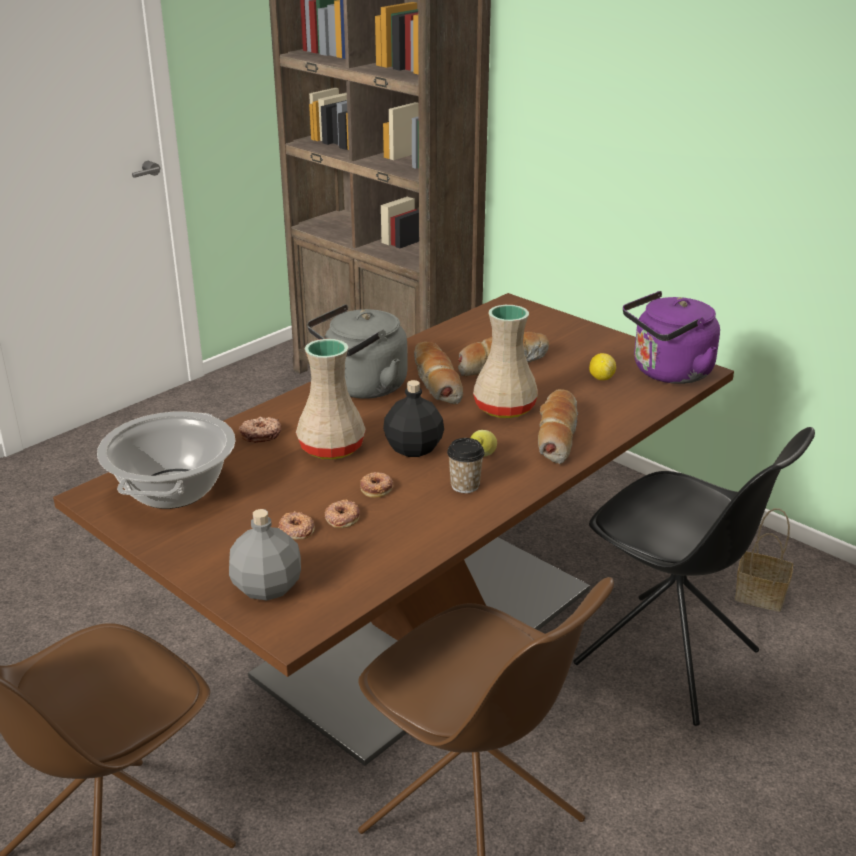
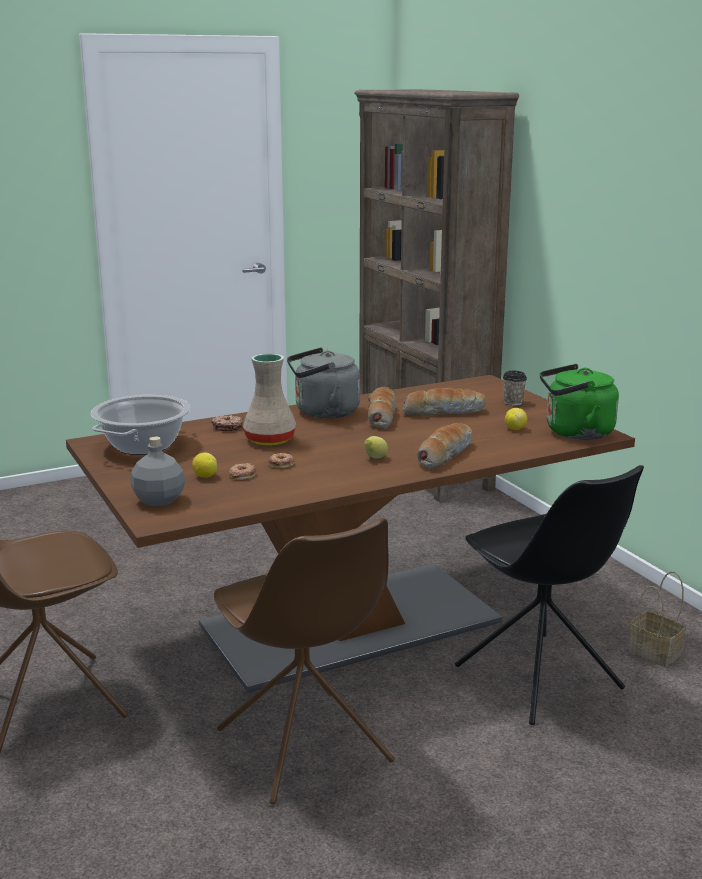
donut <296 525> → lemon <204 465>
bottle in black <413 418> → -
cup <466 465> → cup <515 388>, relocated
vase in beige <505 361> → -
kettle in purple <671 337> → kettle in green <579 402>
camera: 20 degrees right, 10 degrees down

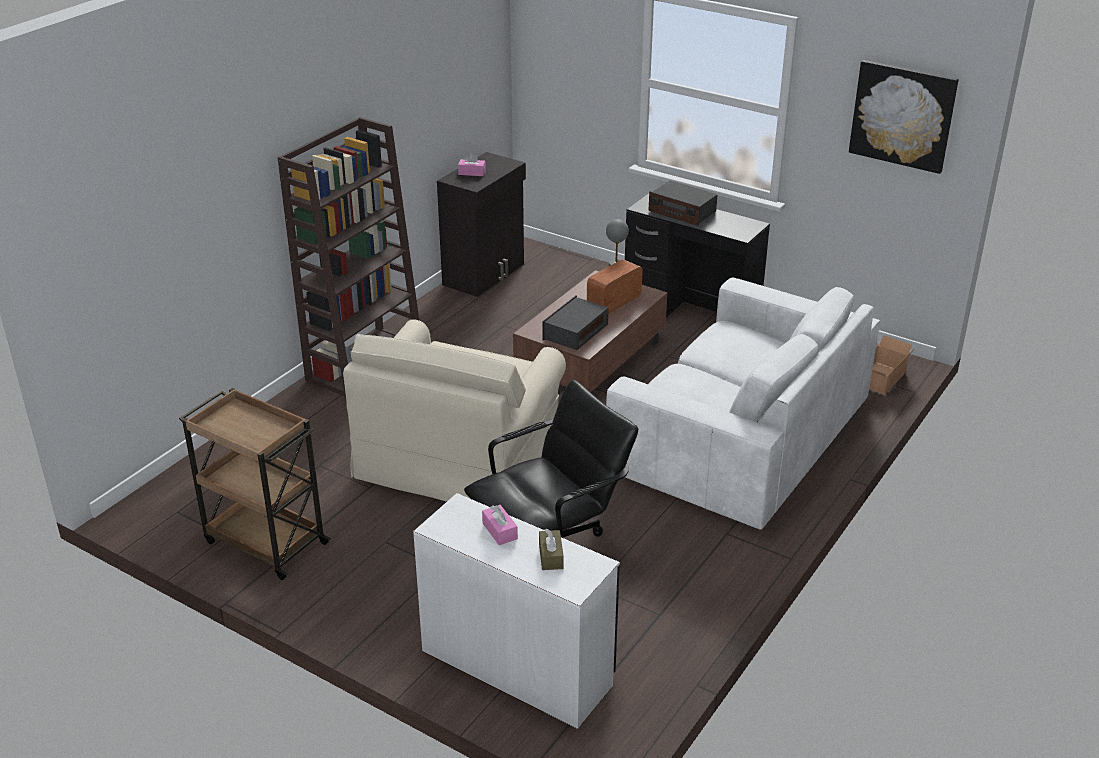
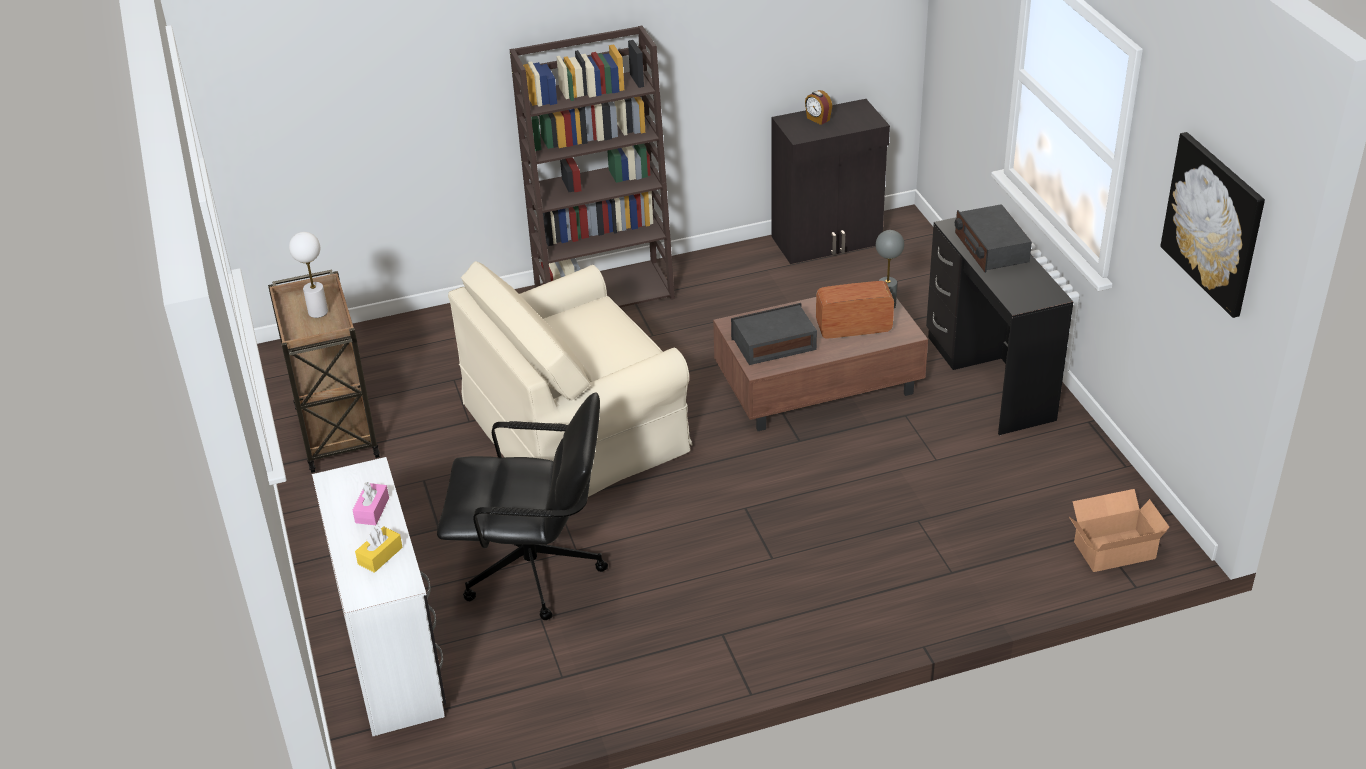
tissue box in pink <472 164> → alarm clock <818 107>
tissue box in brown <551 549> → tissue box in yellow <379 549>
sofa in white <743 404> → -
- → table lamp in white <308 275>
camera: 40 degrees right, 5 degrees up

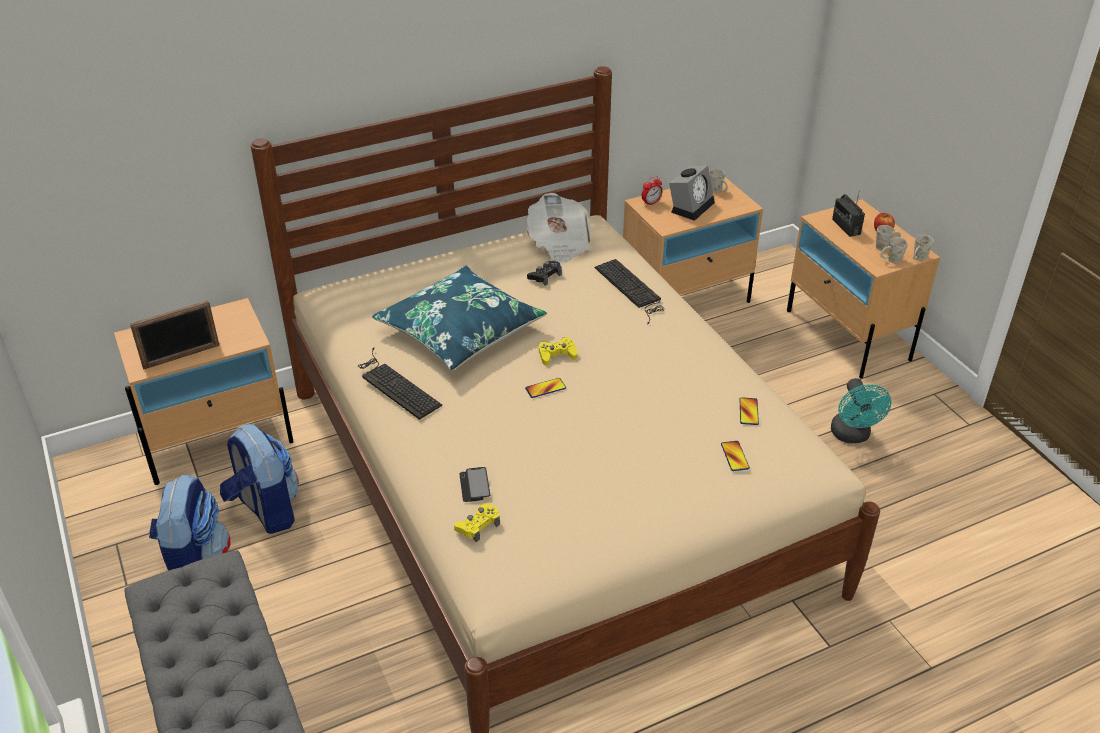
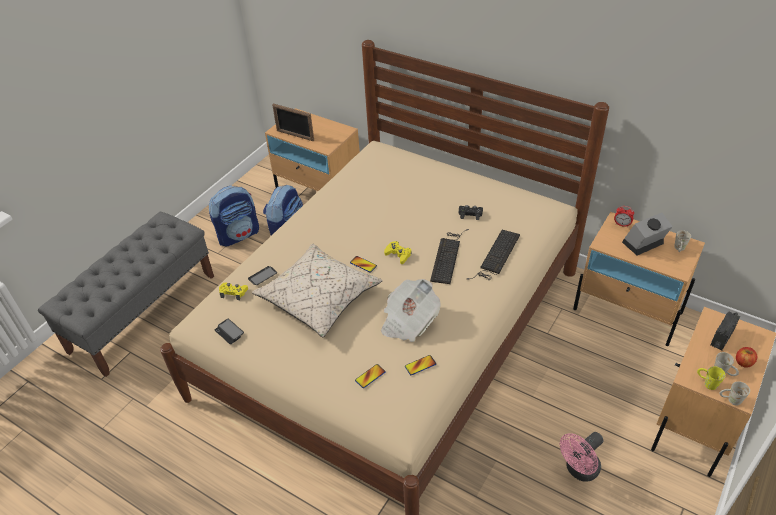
keyboard <400 383> → keyboard <449 256>, relocated
pillow in blue <459 318> → -
newspaper <559 228> → newspaper <410 310>, relocated
alarm clock <692 193> → alarm clock <647 234>, 150 degrees clockwise
fan in turquoise <861 410> → fan in pink <581 457>
mug in white <894 250> → mug in yellow <711 378>
- → phone <229 331>
- → pillow in beige <317 290>
camera: 60 degrees right, 5 degrees up

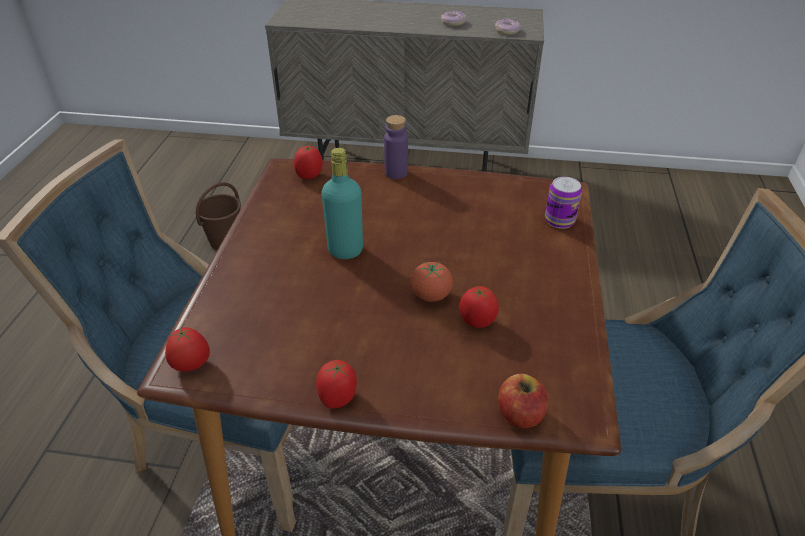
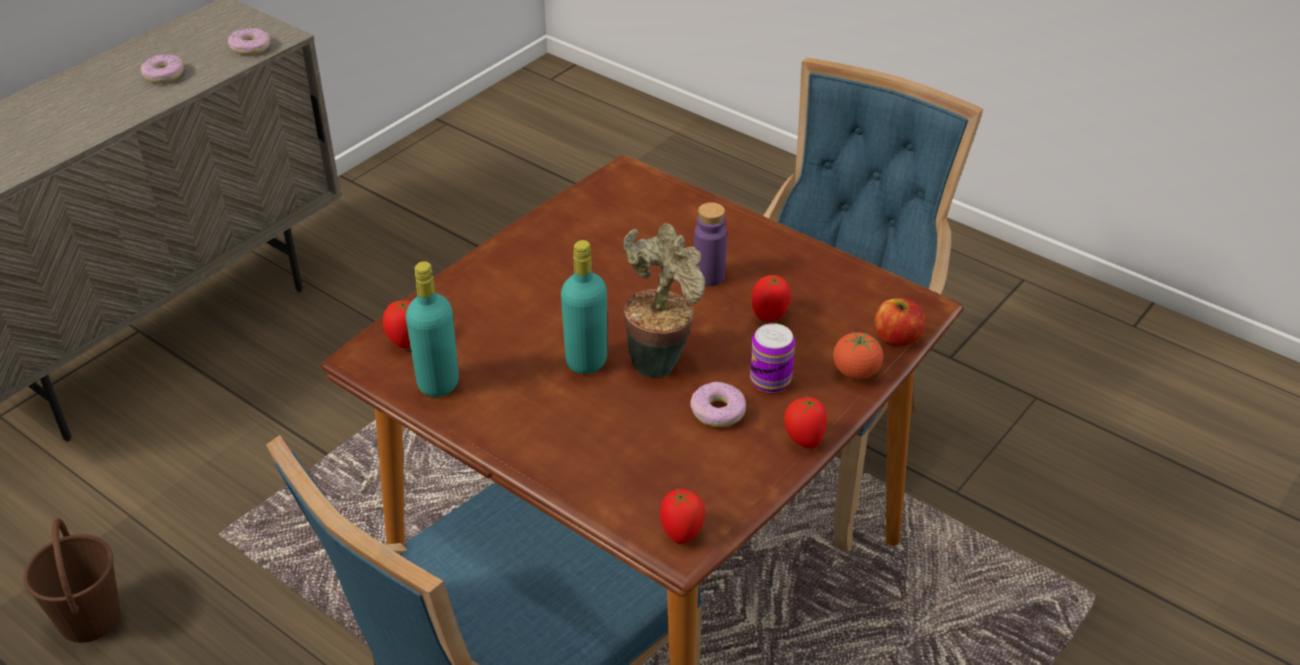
bottle in purple <396 147> → bottle in purple <710 244>, relocated
tomato <432 282> → tomato <858 356>, relocated
can <563 203> → can <772 358>, relocated
- → bottle in turquoise <432 329>
- → potted plant <664 300>
- → donut <718 404>
camera: 60 degrees left, 0 degrees up

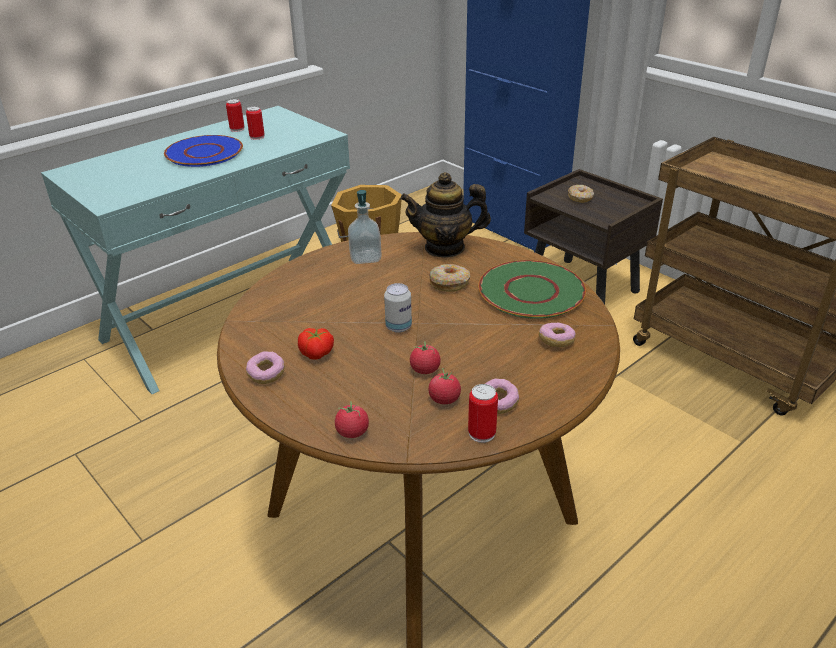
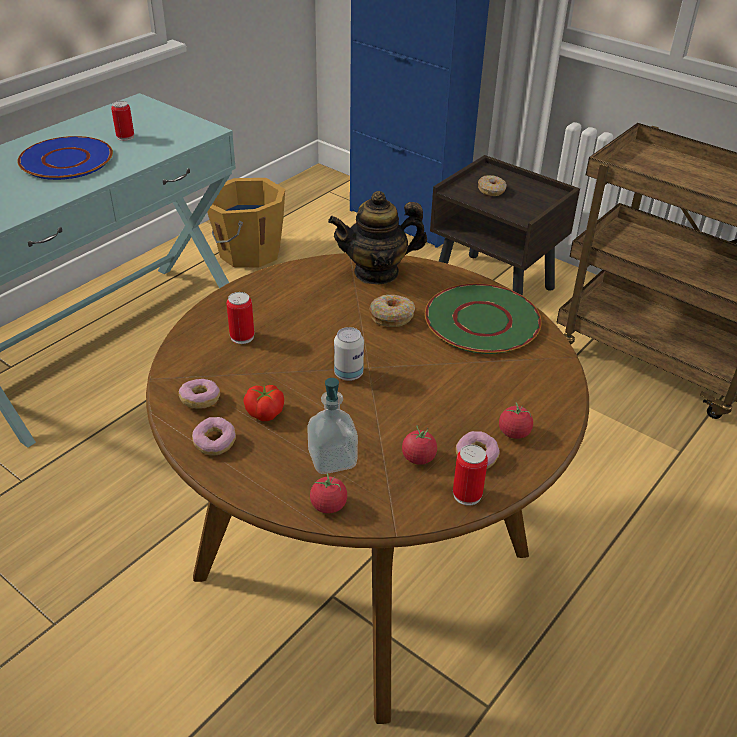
can <235 115> → can <240 318>, relocated
soap dispenser <365 227> → soap dispenser <332 426>, relocated
tomato <425 357> → tomato <516 421>, relocated
donut <557 335> → donut <199 394>, relocated
camera: 10 degrees left, 5 degrees up

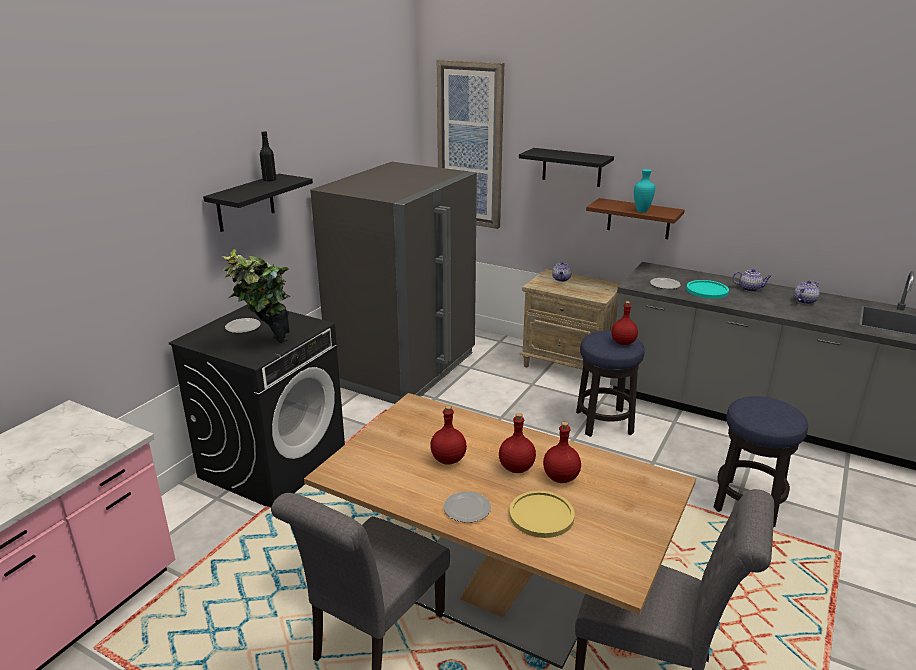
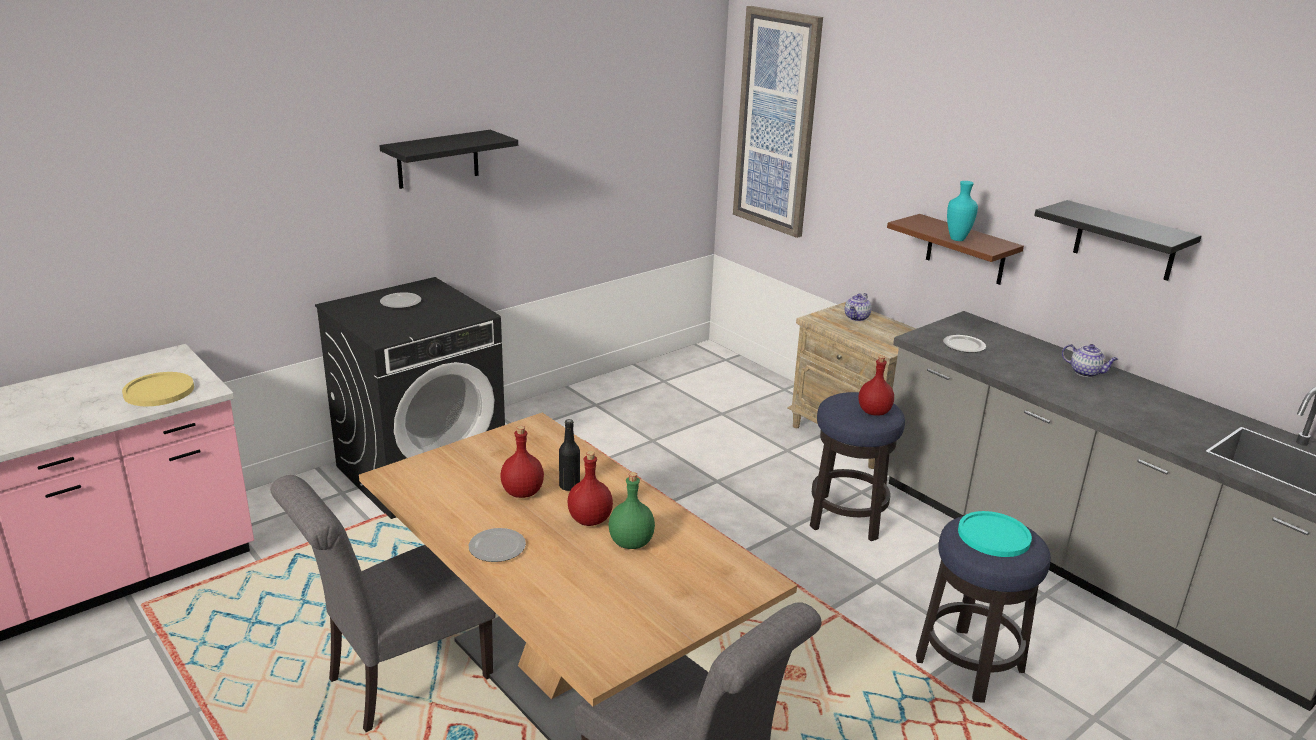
potted plant <255 296> → -
bottle in black <268 156> → bottle in black <569 455>, relocated
fridge in grey <393 283> → -
plate in yellow <542 514> → plate in yellow <158 389>, relocated
shelf in black <566 167> → shelf in black <1118 240>, relocated
bottle in red <562 452> → bottle in green <631 510>
plate in turquoise <707 289> → plate in turquoise <995 534>, relocated
teapot <807 292> → -
camera: 20 degrees right, 0 degrees up

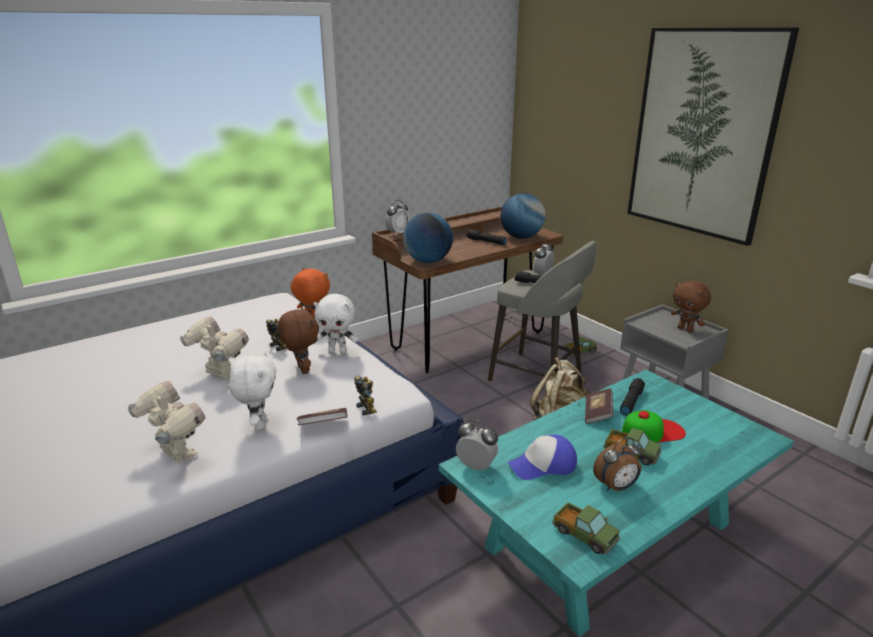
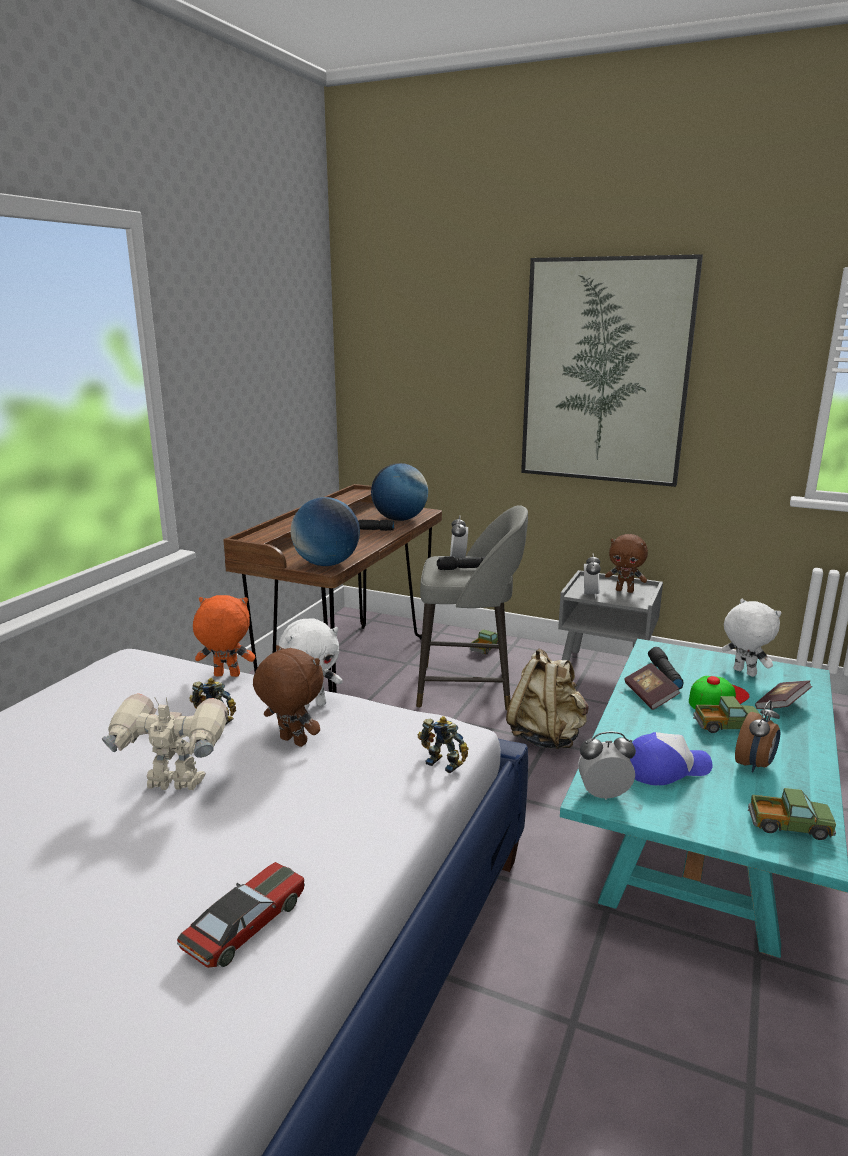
toy robot <166 422> → toy car <241 915>
plush toy in white <252 391> → plush toy in white <752 638>, relocated
book <321 416> → book <783 694>, relocated
alarm clock <397 218> → alarm clock <592 576>, relocated
cap <542 457> → cap <671 758>, 150 degrees counterclockwise
camera: 30 degrees left, 5 degrees down

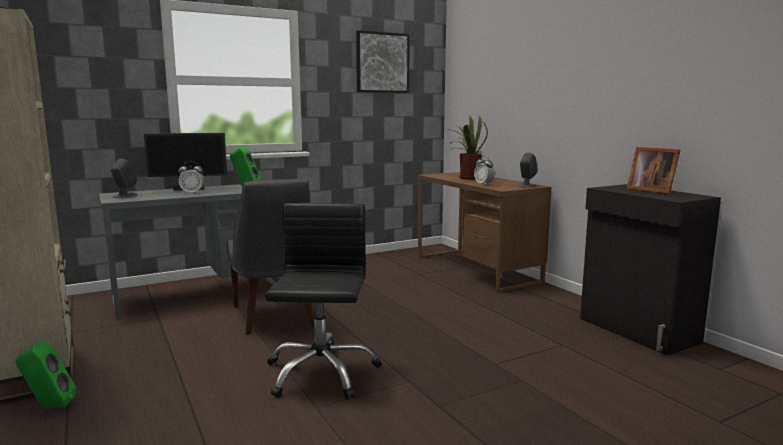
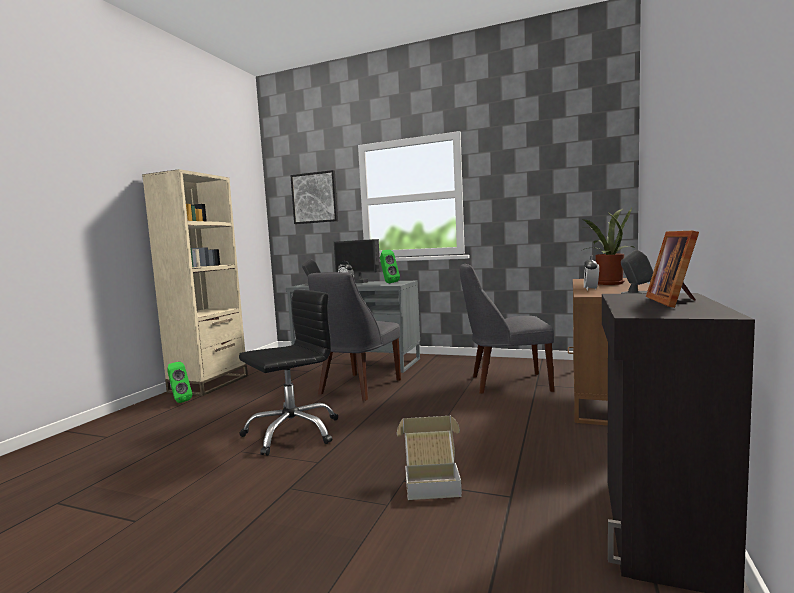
picture <383 61> → picture <314 197>, relocated
- → cardboard box <429 458>
- → chair in grey <507 329>
camera: 50 degrees right, 5 degrees down

